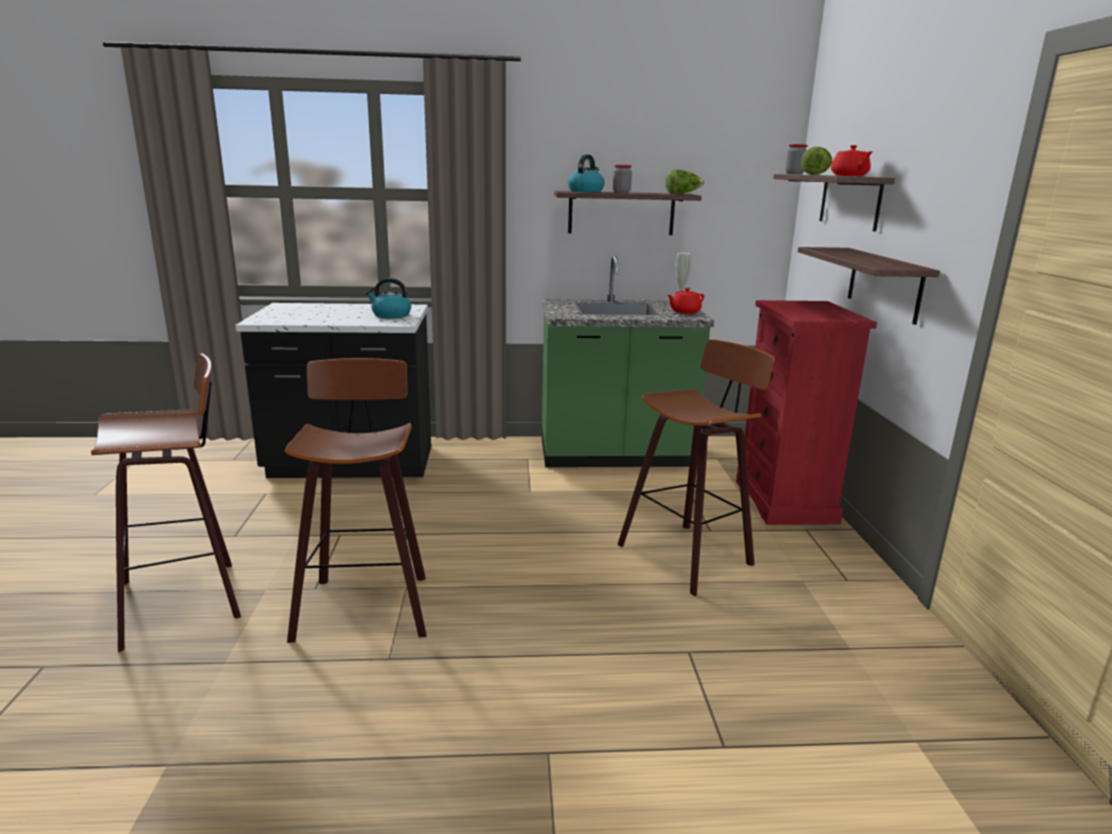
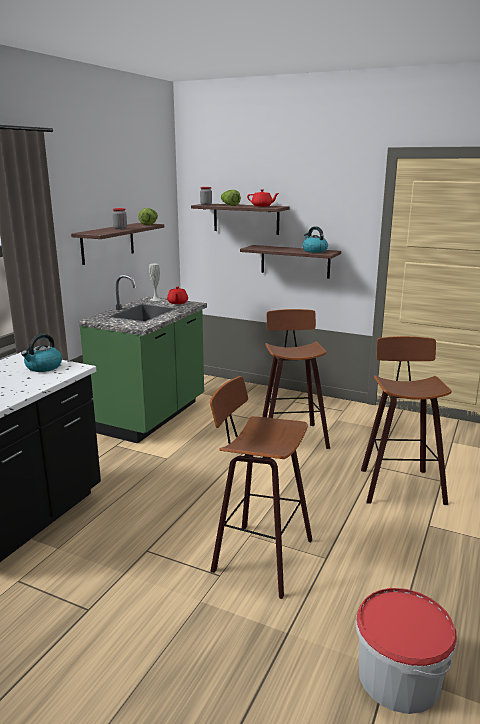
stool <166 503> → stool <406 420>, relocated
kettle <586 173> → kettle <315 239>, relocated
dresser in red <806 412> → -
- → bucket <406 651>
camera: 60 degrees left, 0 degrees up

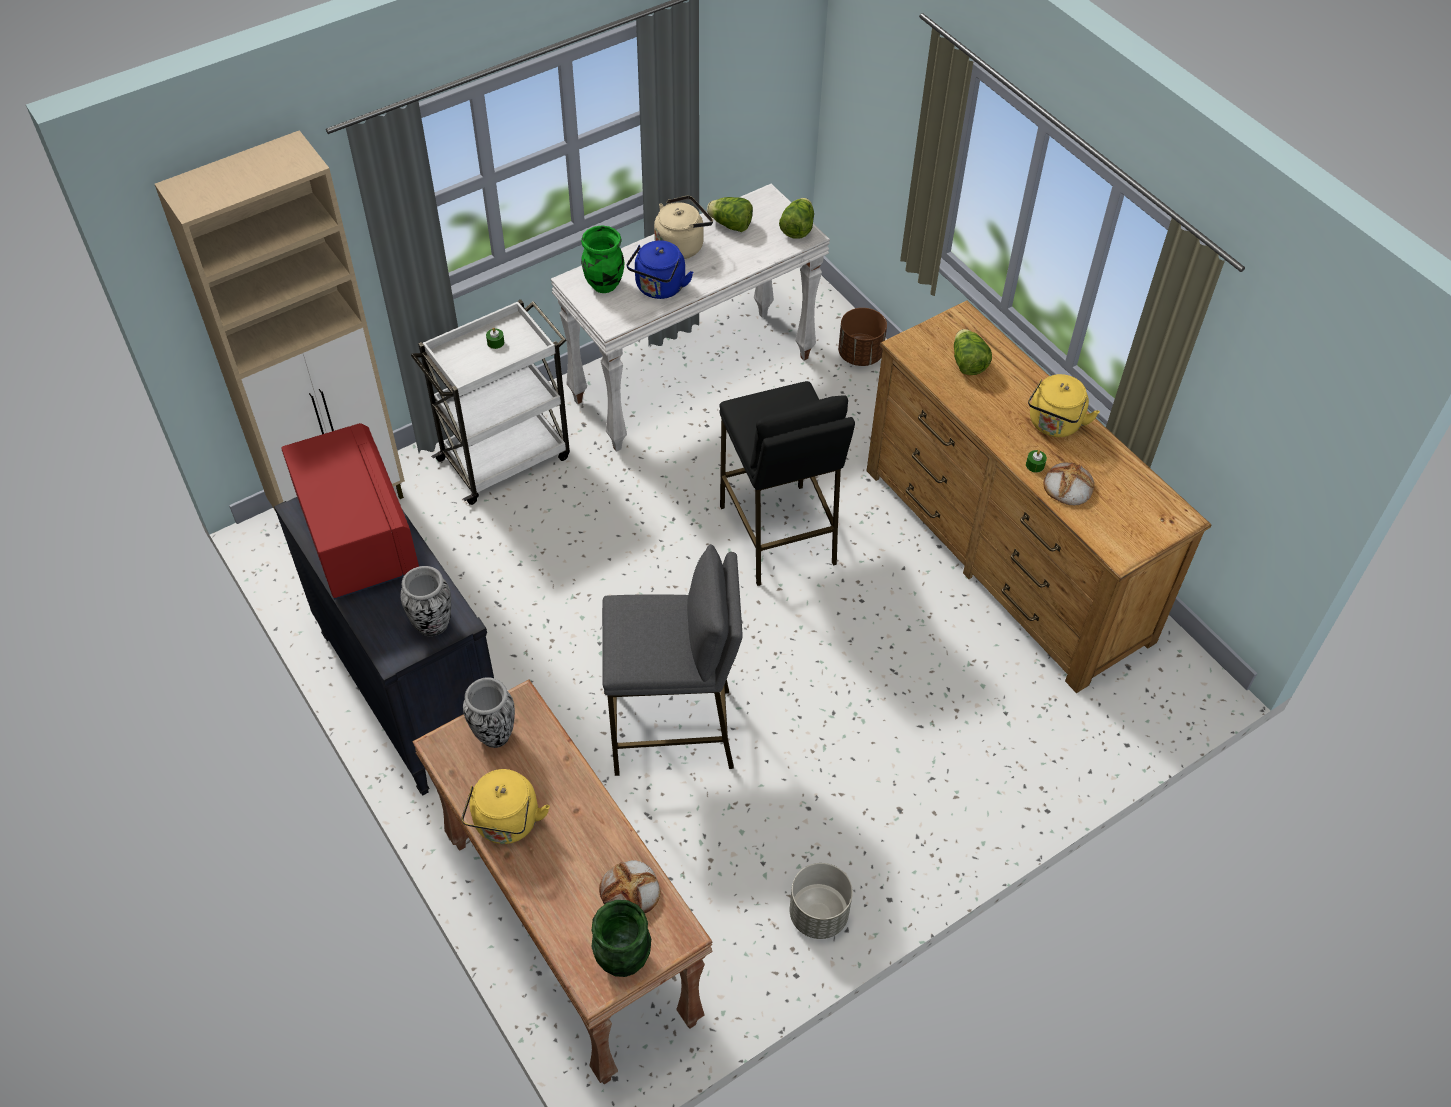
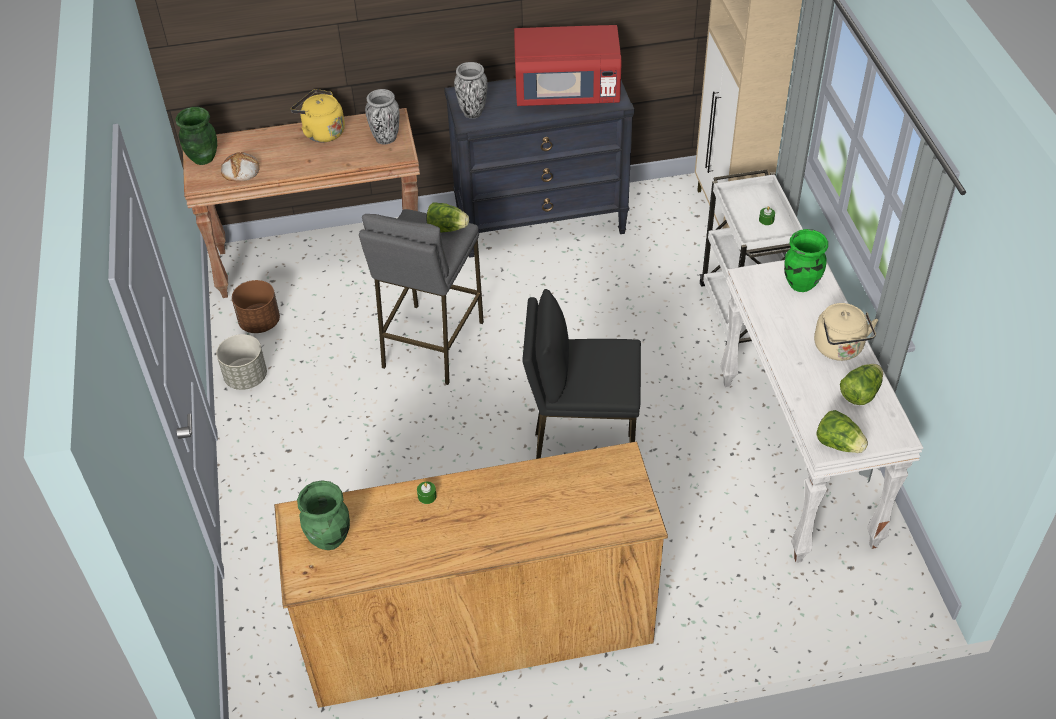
kettle in blue <660 269> → -
planter in brown <862 337> → planter in brown <256 306>, relocated
lettuce <973 352> → lettuce <447 217>, relocated
kettle in yellow <1064 405> → -
bread <1068 484> → -
- → vase in green <323 515>
camera: 115 degrees right, 5 degrees down

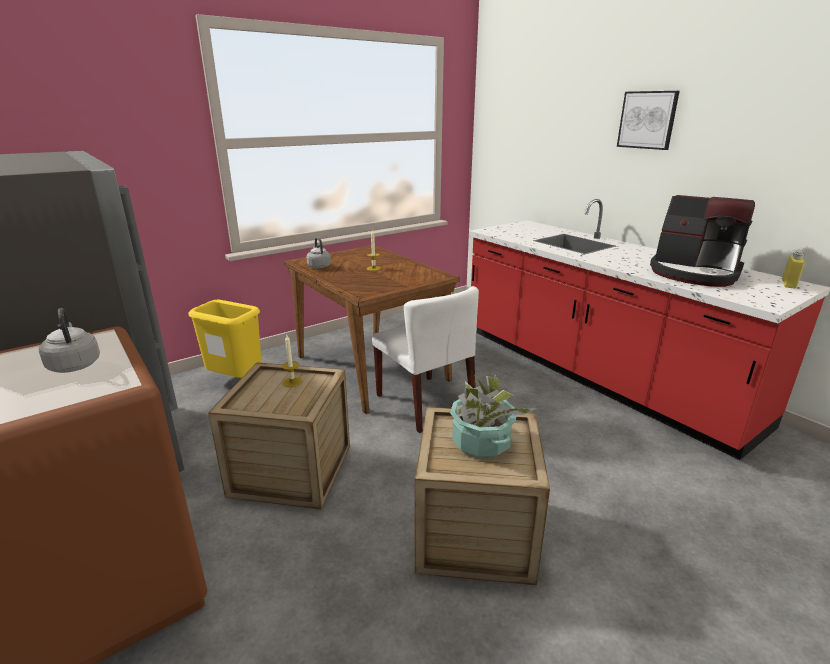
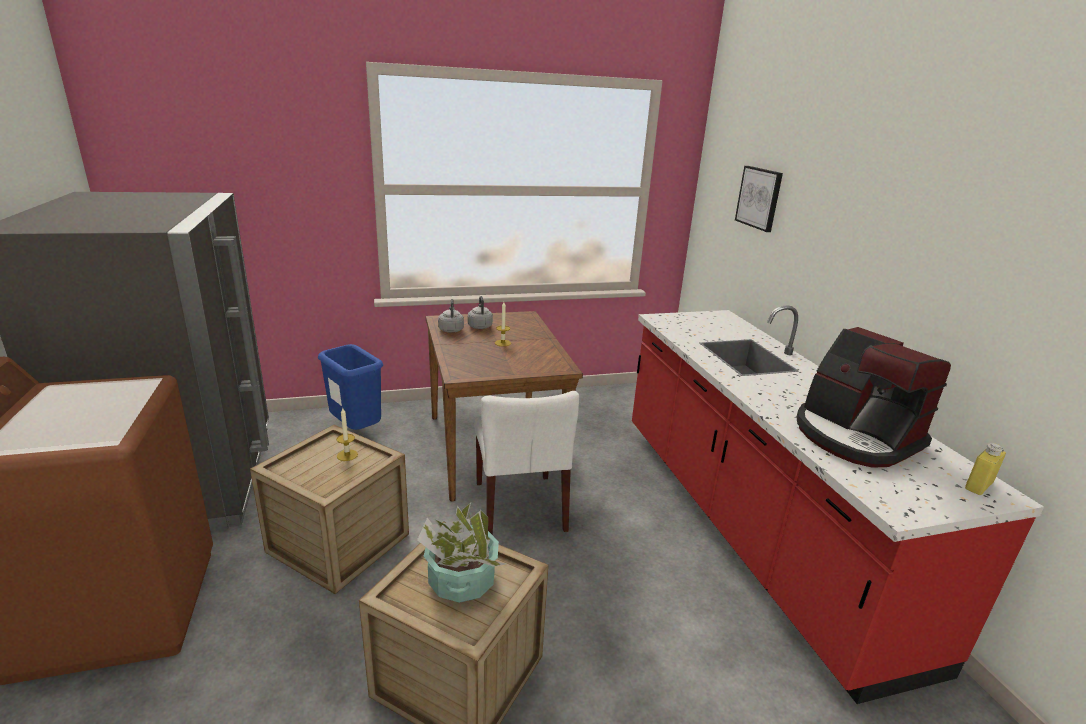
kettle in grey <69 340> → kettle in grey <480 312>, relocated
trash can in yellow <225 339> → trash can in blue <350 387>
picture <648 120> → picture <759 199>, relocated
camera: 20 degrees right, 0 degrees up

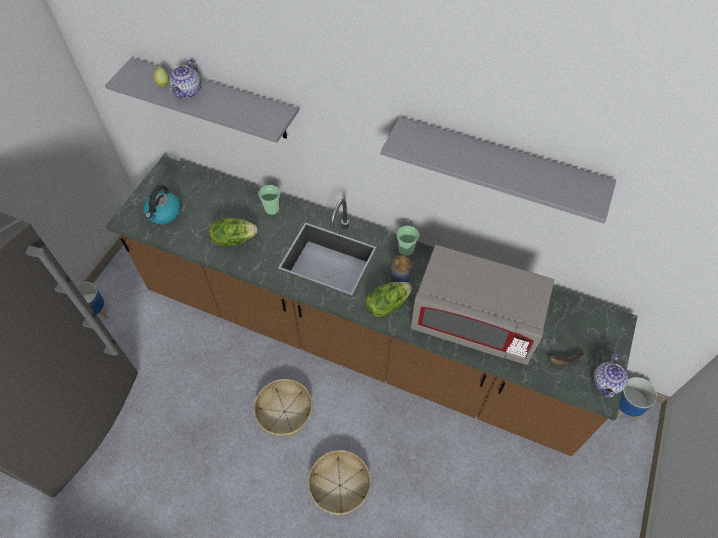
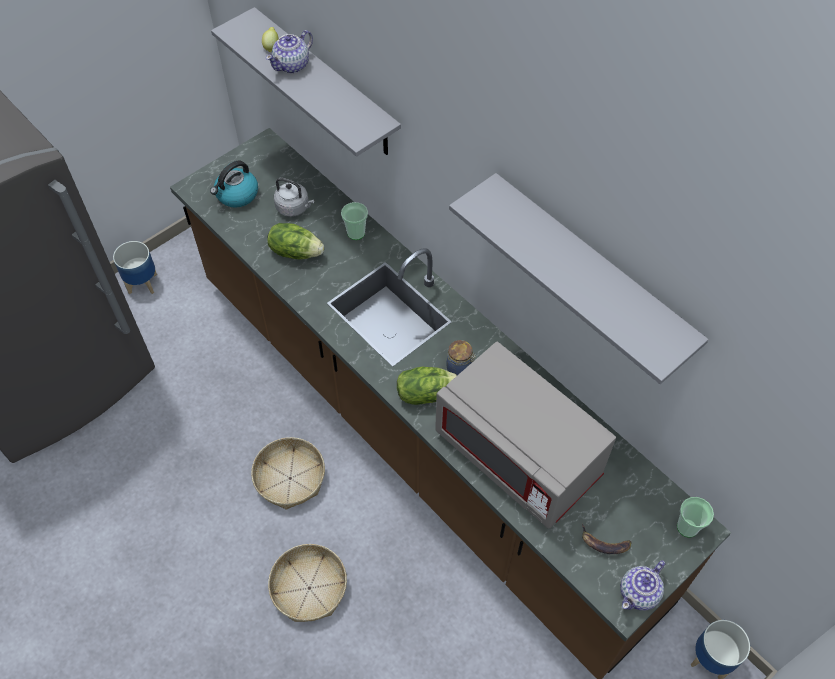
cup <408 241> → cup <695 517>, relocated
- → kettle in grey <294 197>
camera: 25 degrees right, 0 degrees up

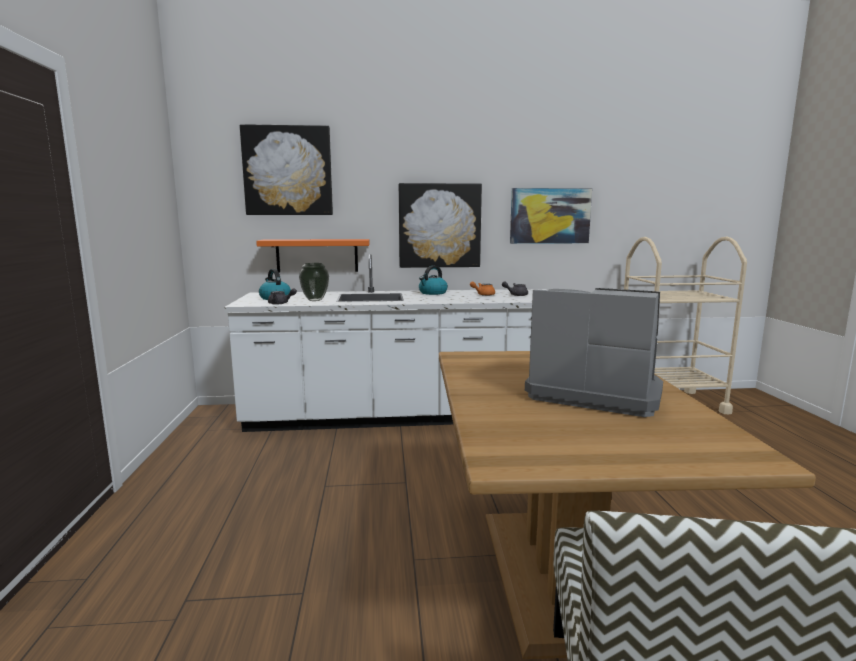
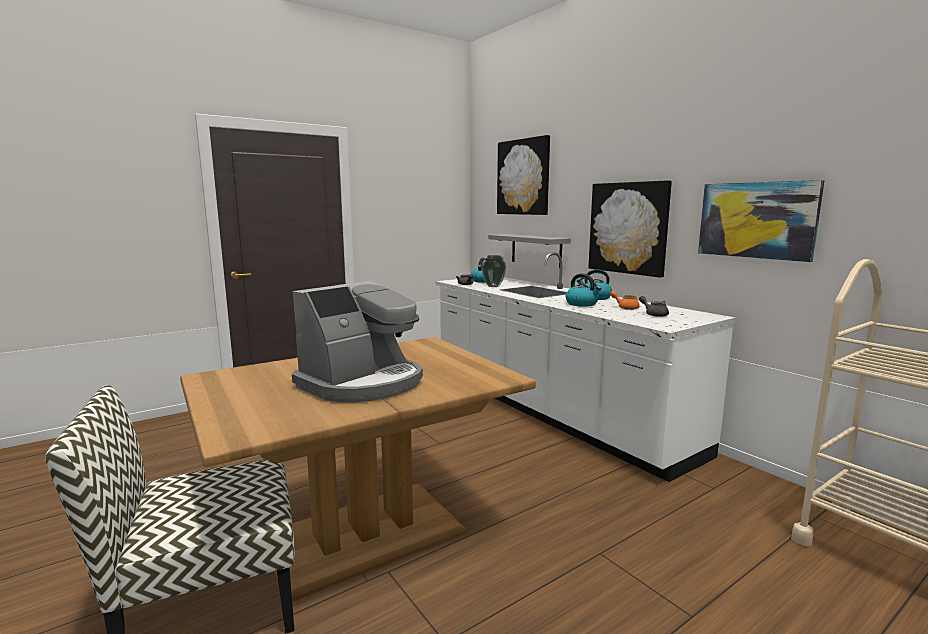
shelf in orange <312 255> → shelf in grey <529 251>
coffee machine <594 352> → coffee machine <357 342>, 45 degrees clockwise
- → kettle <583 290>
camera: 60 degrees right, 0 degrees up

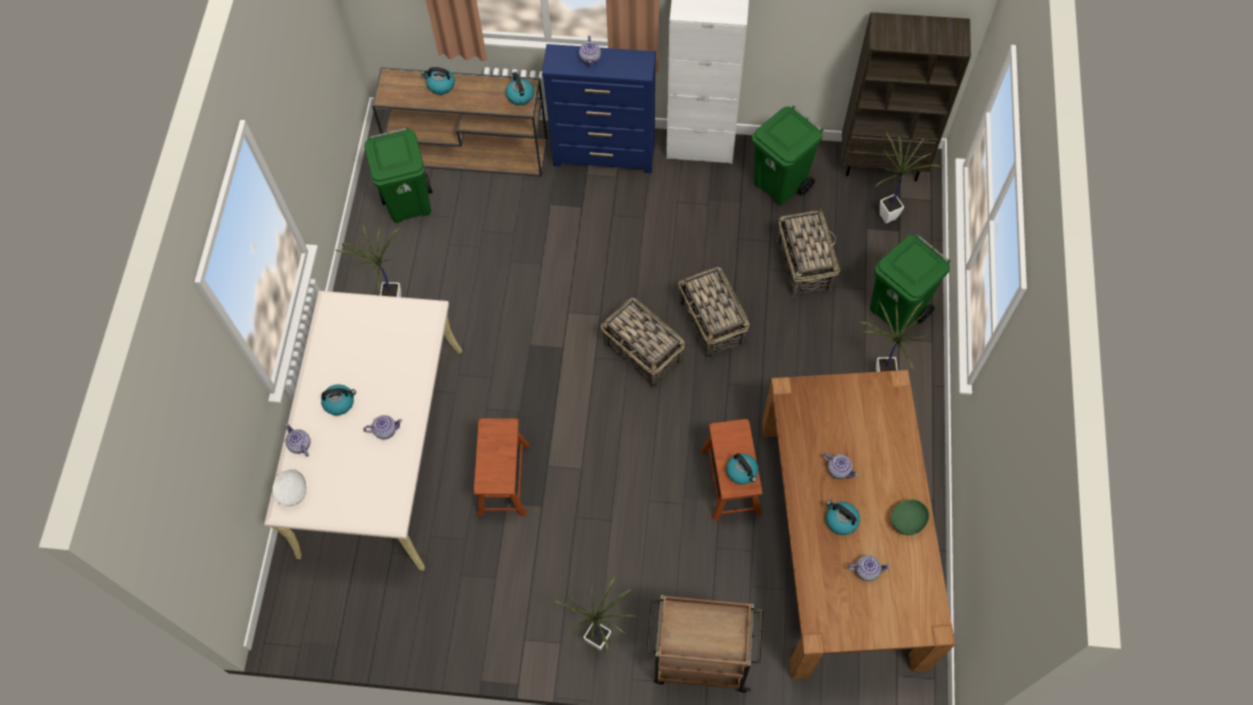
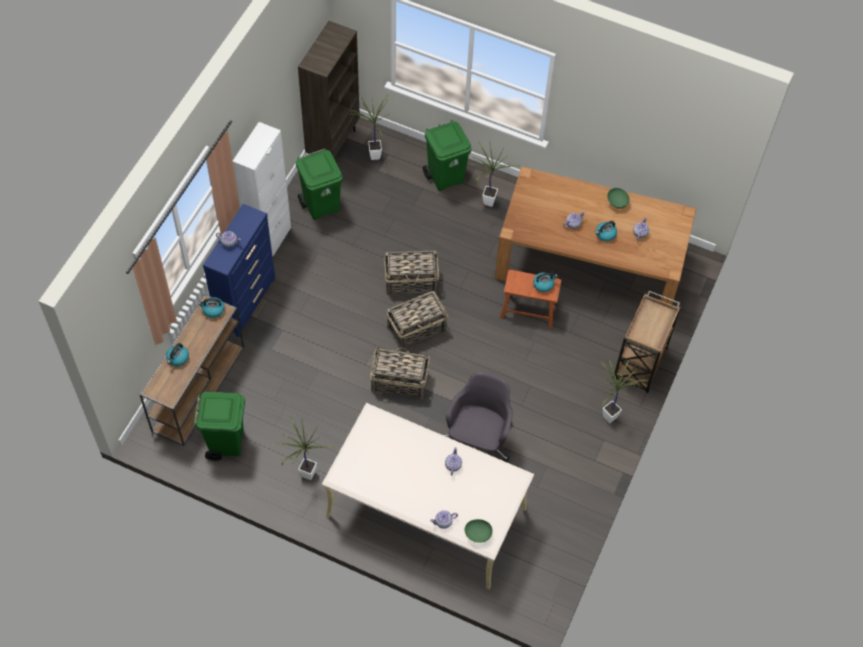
bowl in white <289 487> → bowl in green <478 531>
kettle <338 399> → -
stool in brown <502 467> → office chair in grey <478 417>
basket <808 252> → basket <400 373>, relocated
camera: 75 degrees left, 5 degrees down

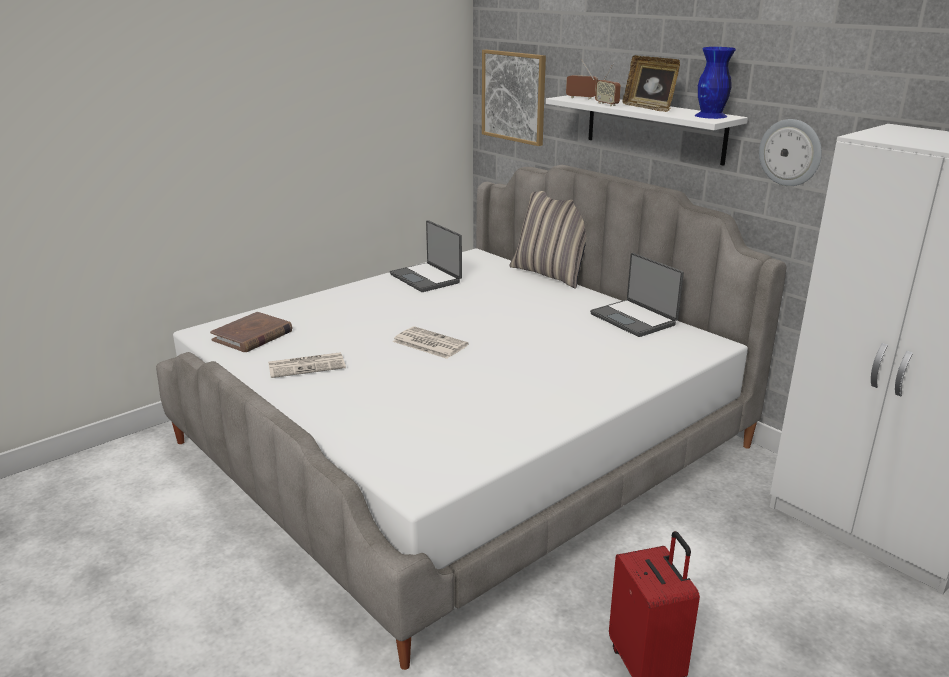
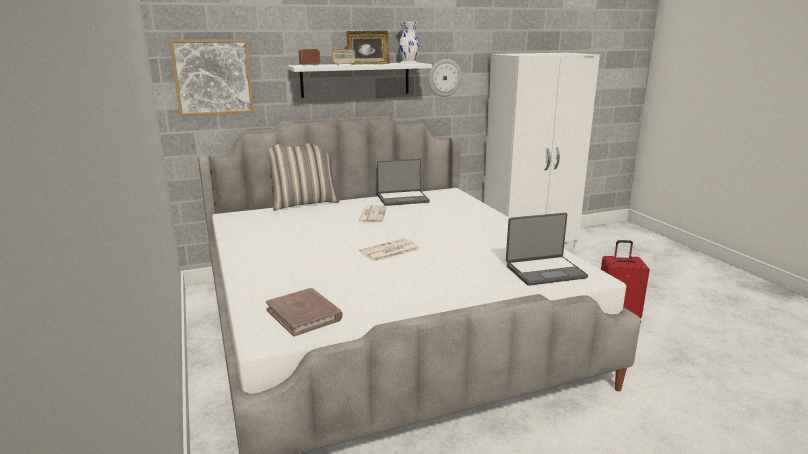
newspaper <307 365> → newspaper <372 214>, relocated
laptop <426 256> → laptop <547 249>, relocated
vase in blue <715 83> → vase in white <409 43>
camera: 70 degrees left, 5 degrees down

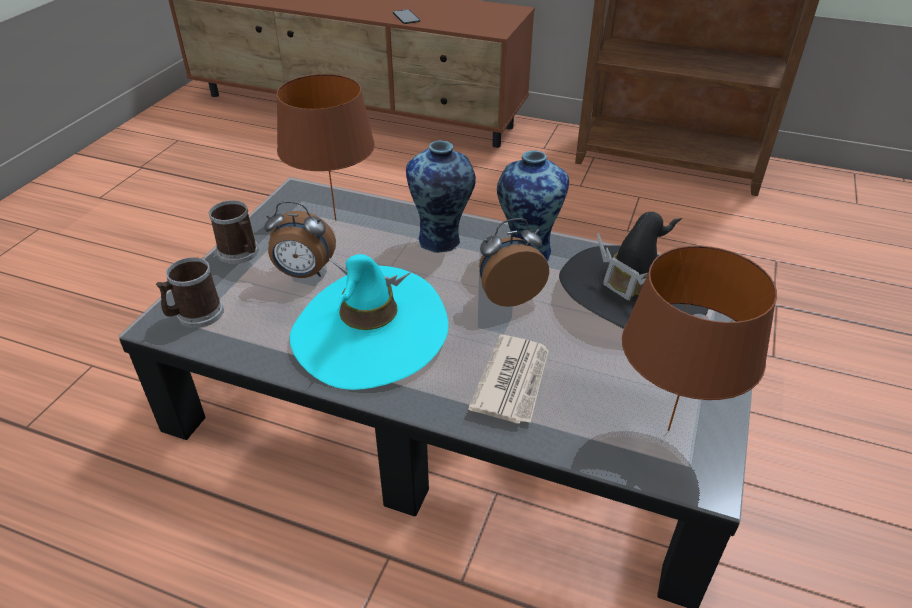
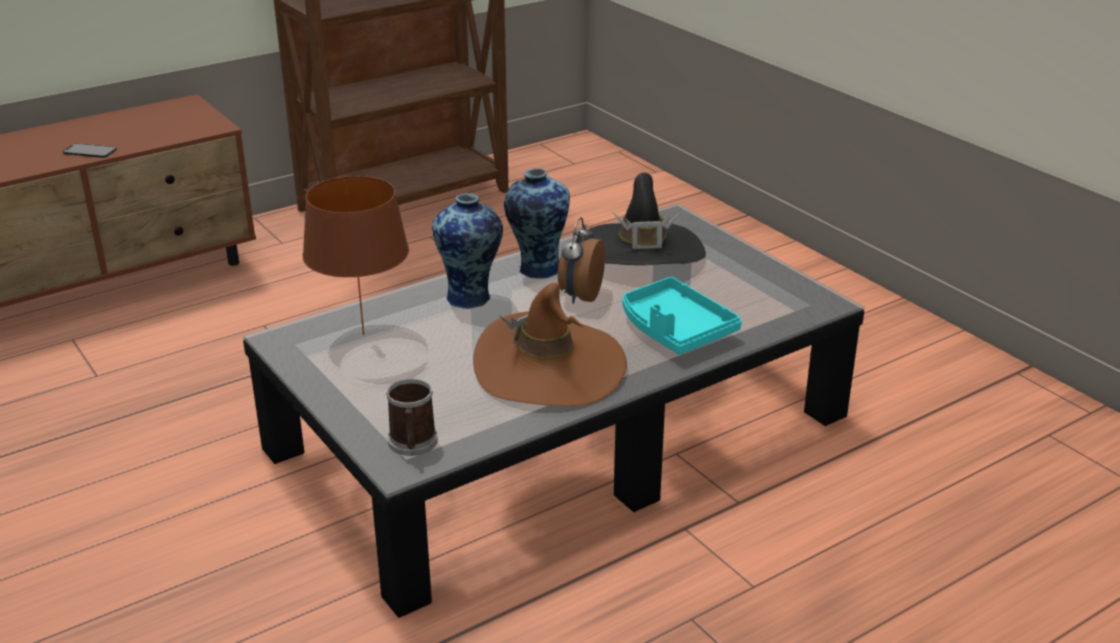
mug <234 232> → -
alarm clock <300 239> → -
hat in turquoise <369 322> → hat in brown <550 344>
newspaper <508 379> → tray in turquoise <682 315>
table lamp in brown <699 338> → -
camera: 55 degrees left, 10 degrees down

